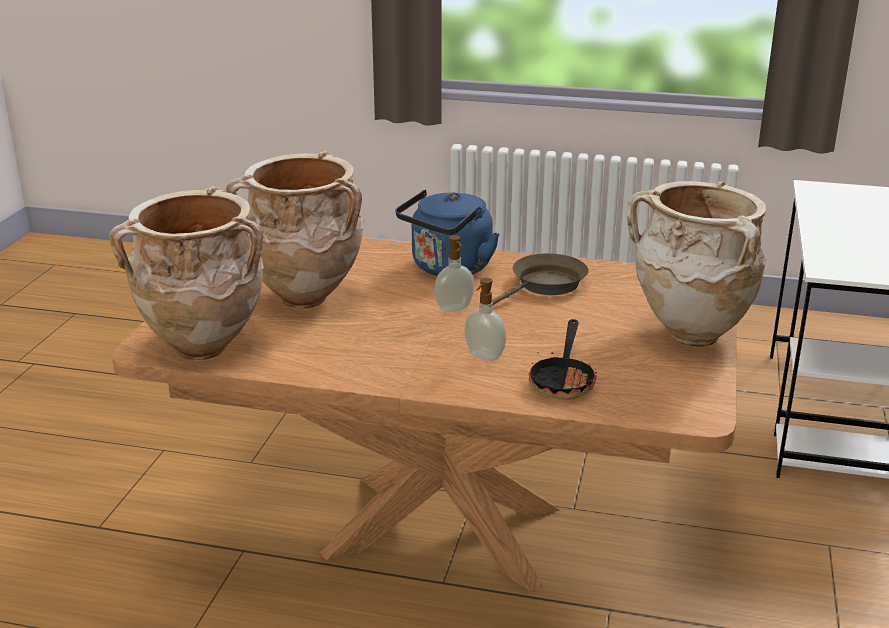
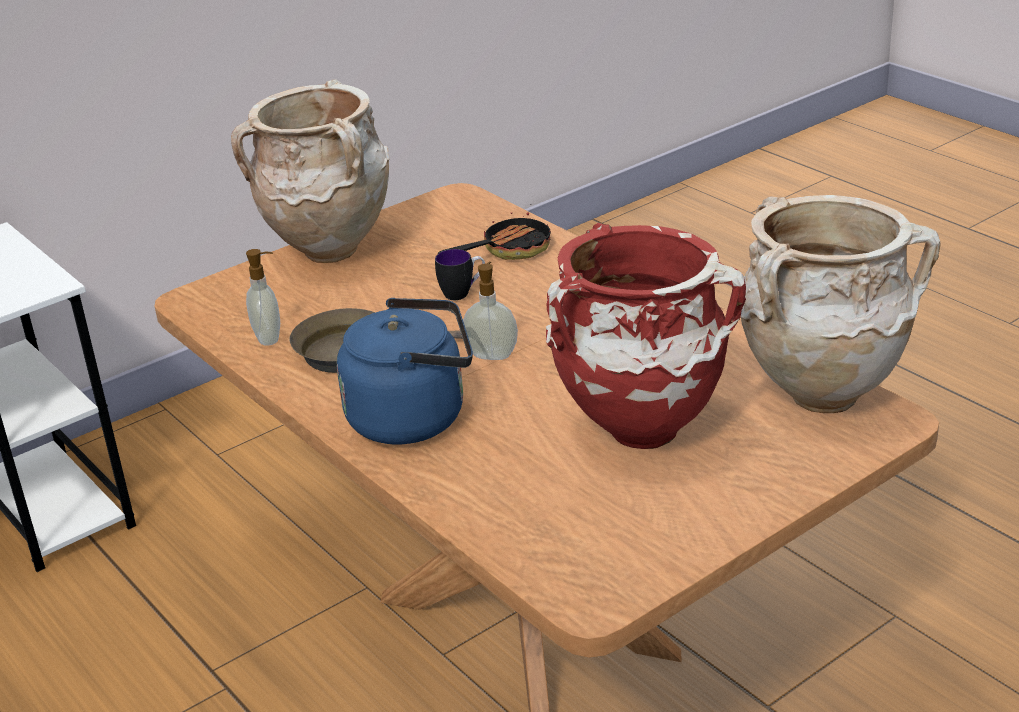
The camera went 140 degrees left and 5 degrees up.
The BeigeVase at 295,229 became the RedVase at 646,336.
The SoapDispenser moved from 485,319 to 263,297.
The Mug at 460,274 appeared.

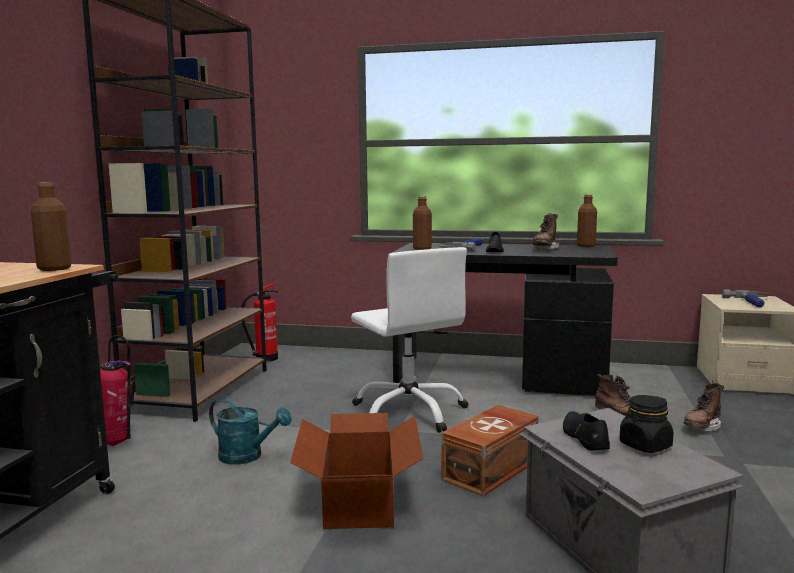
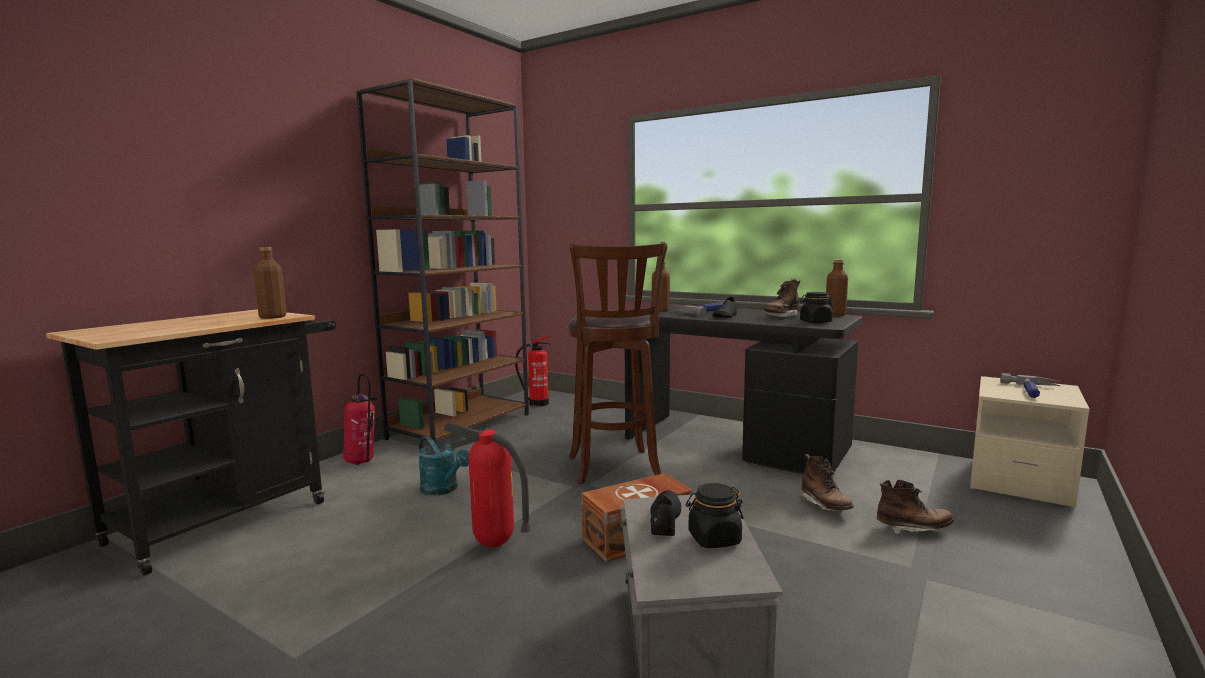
The camera went 20 degrees right and 0 degrees up.
The WhiteOfficeChair at 409,340 was replaced by the BrownStool at 617,363.
The BrownBoot at 703,406 turned 150 degrees counterclockwise.
The CardboardBox at 356,471 was replaced by the FireExtinguisher at 487,484.
The BlackJar at 816,307 appeared.

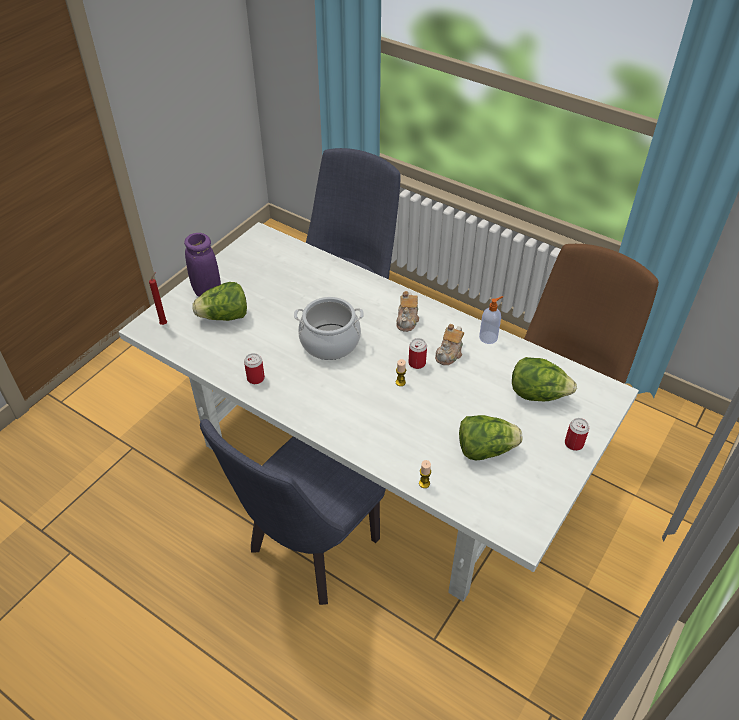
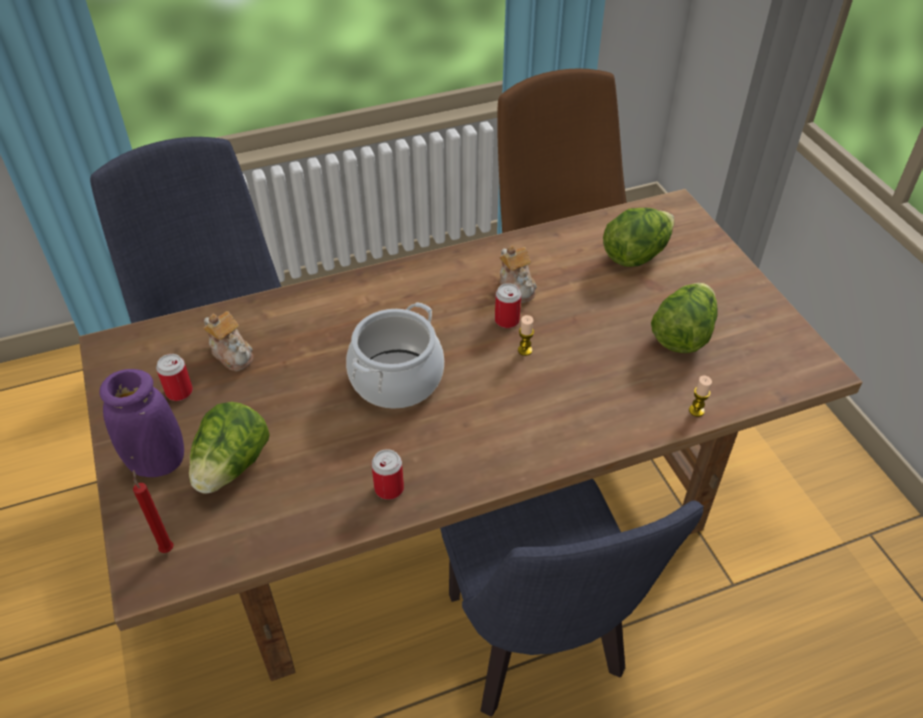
The camera went 55 degrees left and 0 degrees up.
The WhiteDiningTable at 379,412 became the BrownDiningTable at 471,435.
The Teapot moved from 408,311 to 228,341.
The SoapDispenser at 491,320 disappeared.
The Can moved from 577,434 to 174,377.

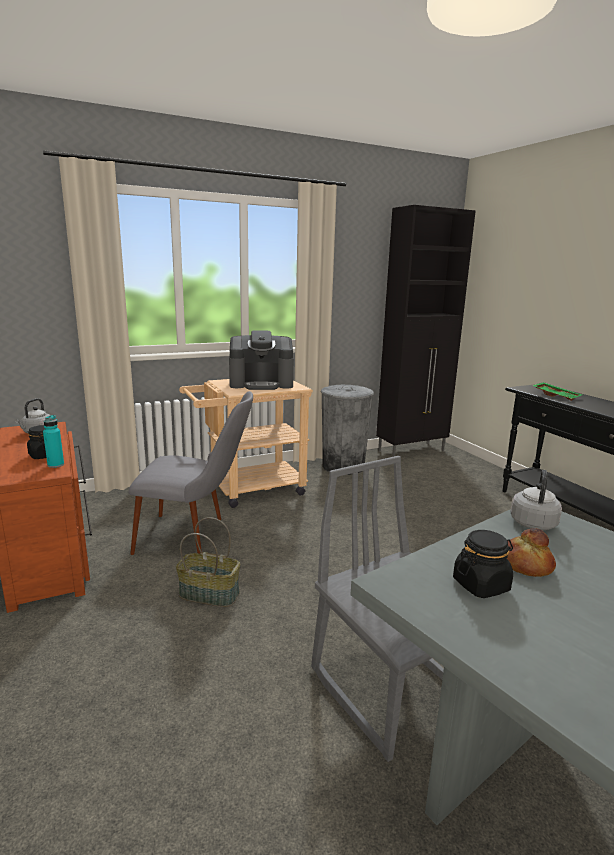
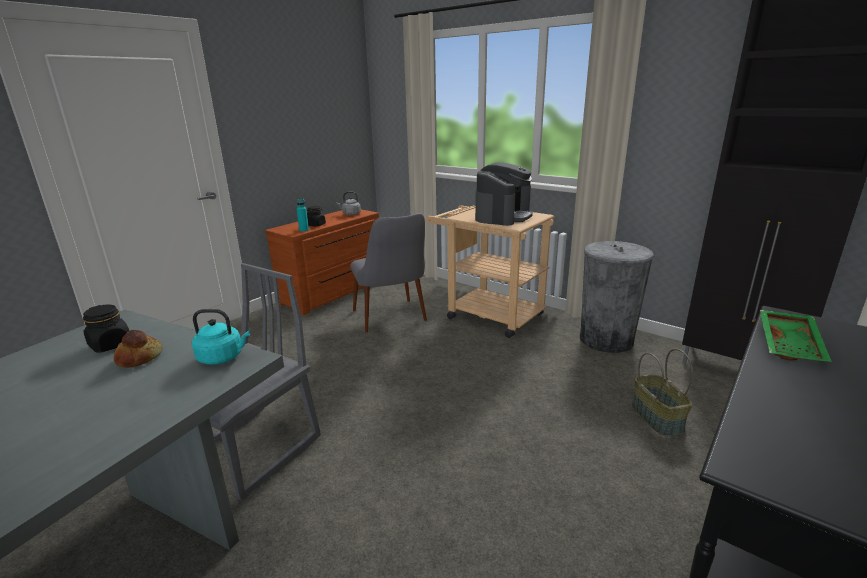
The camera went 65 degrees right and 5 degrees up.
The CoffeeMachine at 261,360 turned 120 degrees counterclockwise.
The GreyKettle at 536,500 became the TurquoiseKettle at 221,337.
The Basket moved from 208,562 to 662,392.

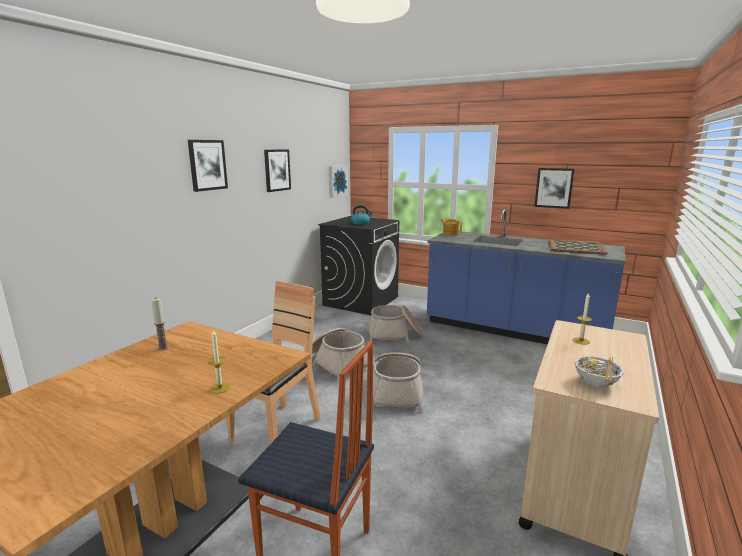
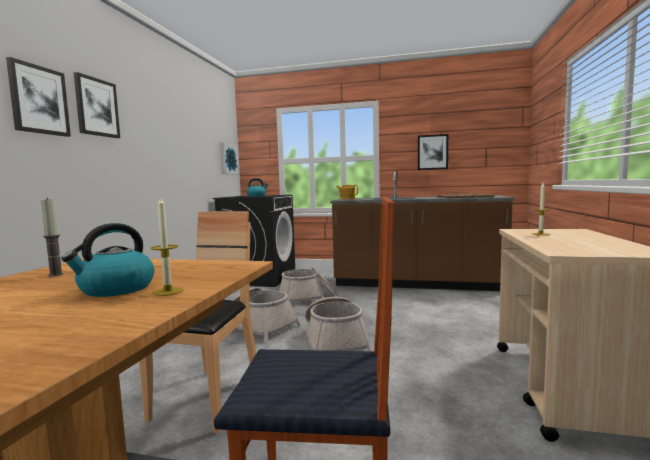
The camera went 15 degrees left and 10 degrees down.
The Picture moved from 277,170 to 38,97.
The BlueCounter at 526,276 became the BrownCounter at 422,231.
The Bowl at 599,371 disappeared.
The Kettle at 108,260 appeared.

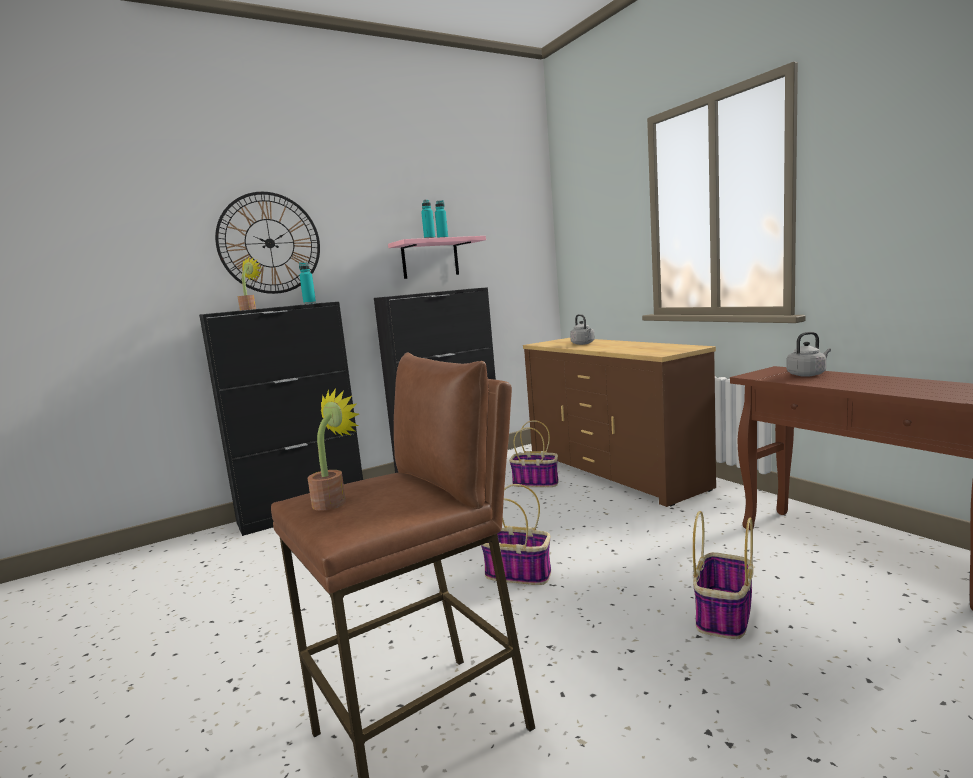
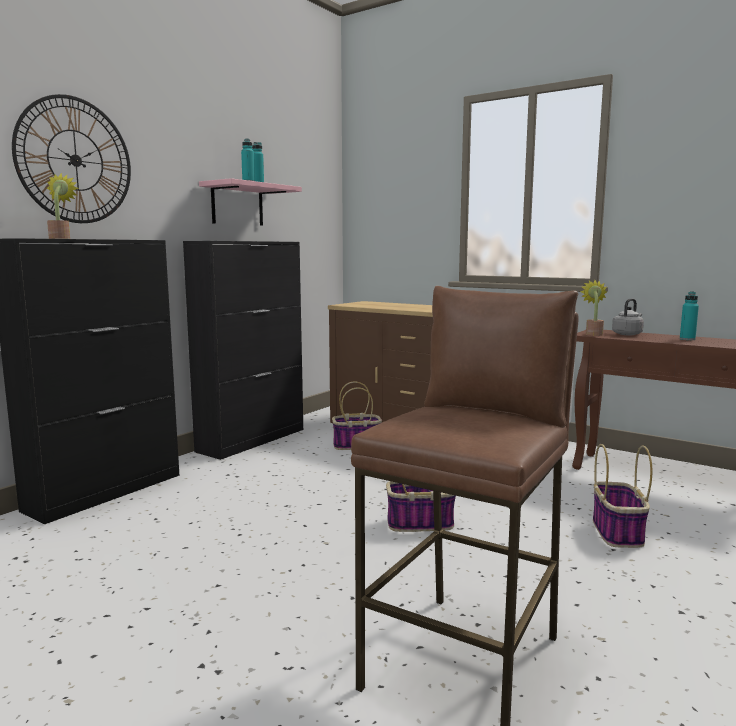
The camera went 25 degrees left and 0 degrees up.
The TurquoiseBottle moved from 307,283 to 689,316.
The GreyKettle at 582,329 disappeared.
The PottedPlant moved from 333,450 to 593,308.

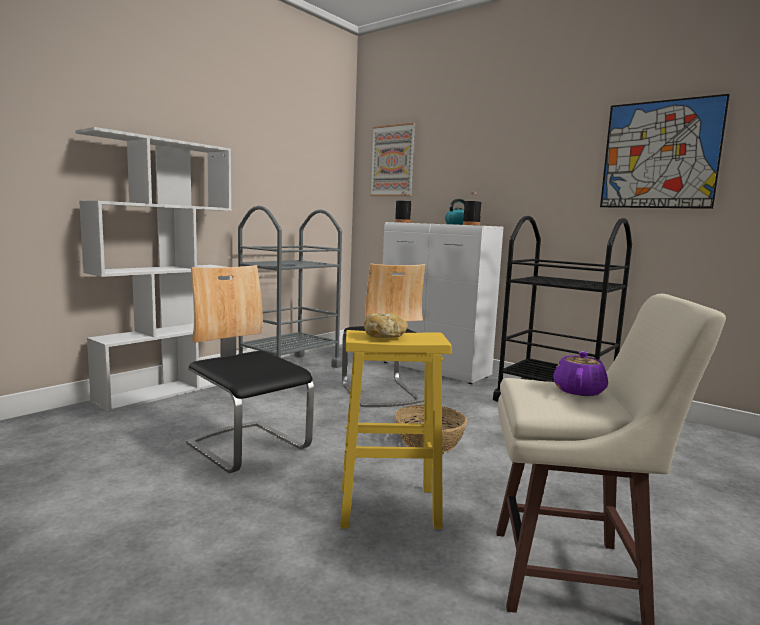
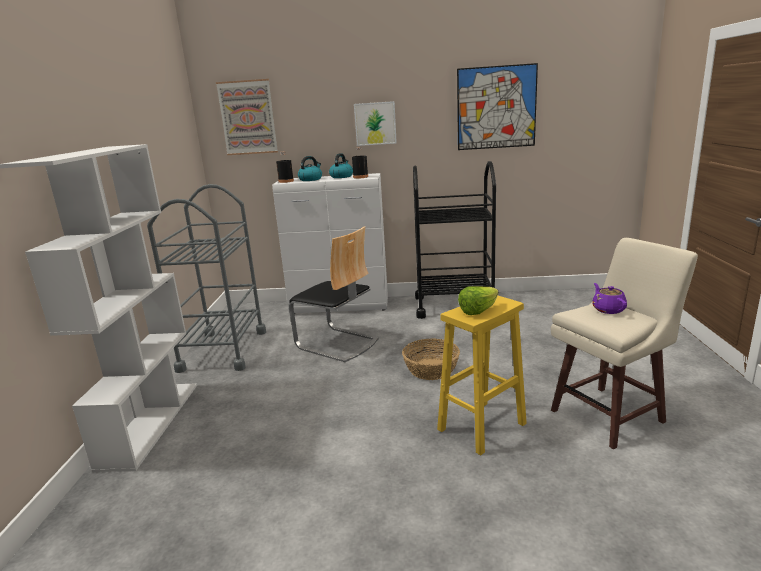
The camera went 35 degrees left and 10 degrees up.
The Chair at 250,369 disappeared.
The Bread at 386,325 was replaced by the Lettuce at 478,300.
The Picture at 375,123 appeared.
The Kettle at 310,168 appeared.

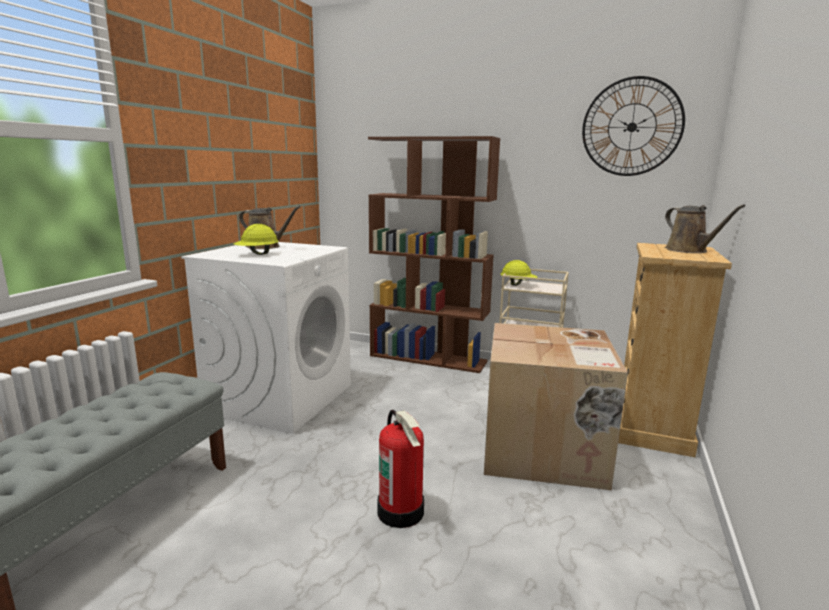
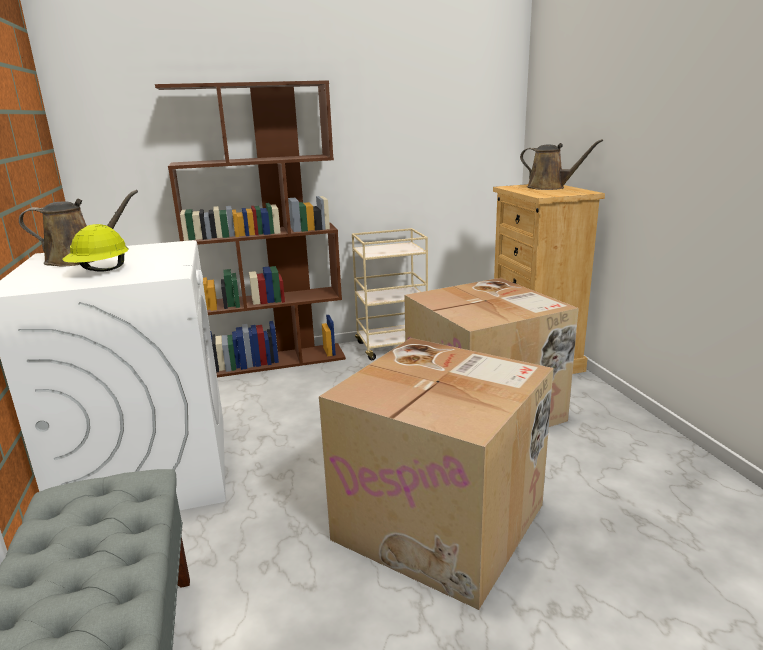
The camera went 35 degrees left and 5 degrees up.
The WallClock at 633,126 disappeared.
The YellowHardHat at 519,273 disappeared.
The FireExtinguisher at 400,469 was replaced by the CardboardBox at 436,474.

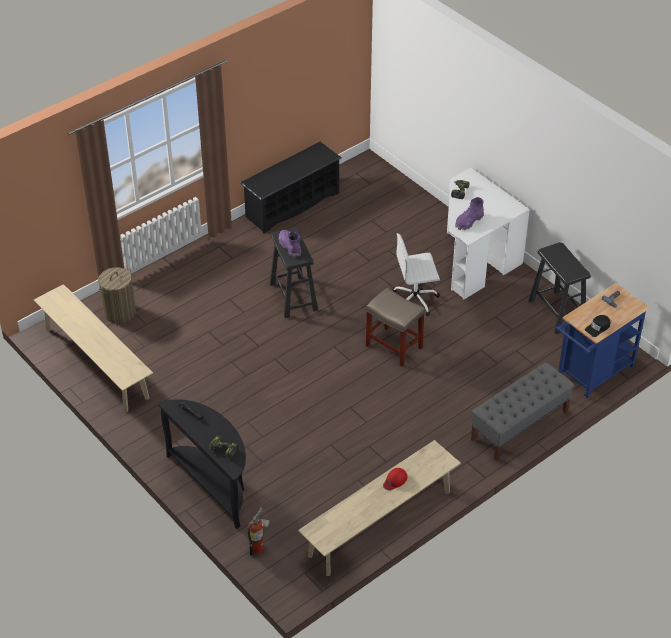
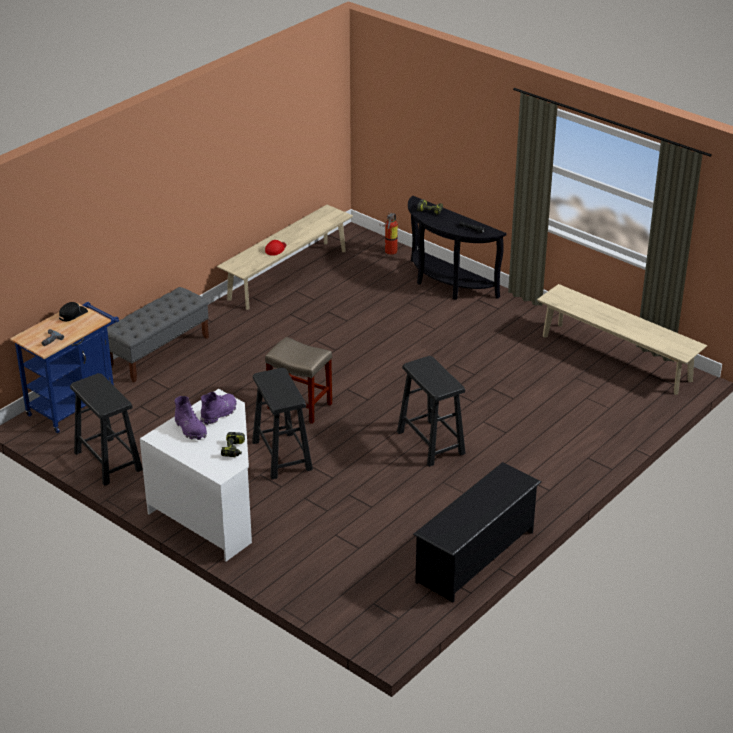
The camera went 170 degrees right and 10 degrees down.
The PurpleBoot moved from 289,244 to 190,418.
The WhiteOfficeChair at 416,274 was replaced by the BlackStool at 282,423.
The LaundryBasket at 117,295 disappeared.

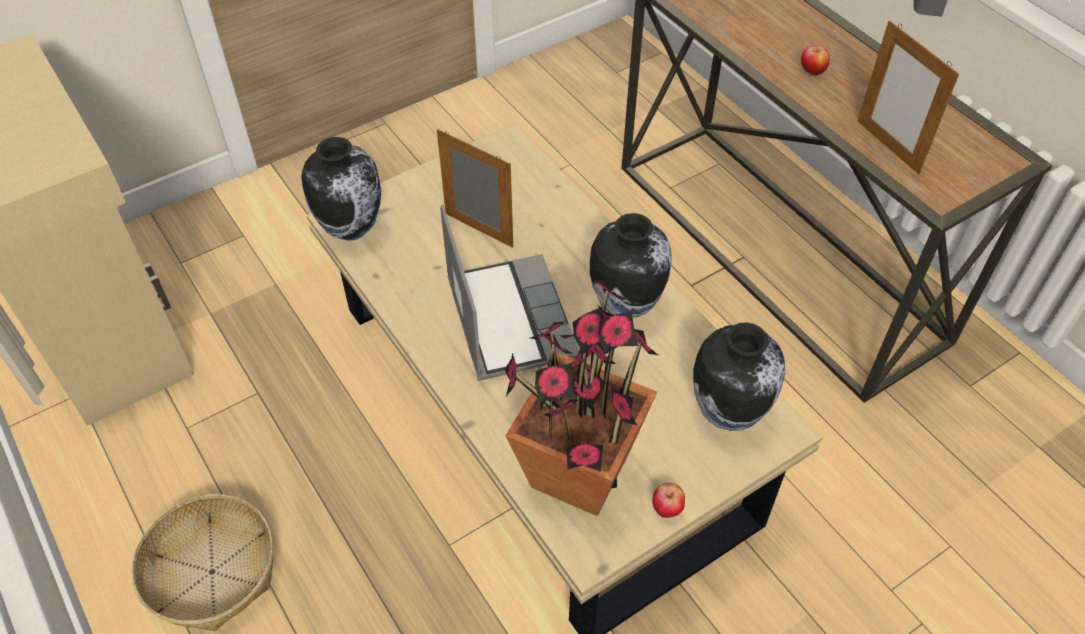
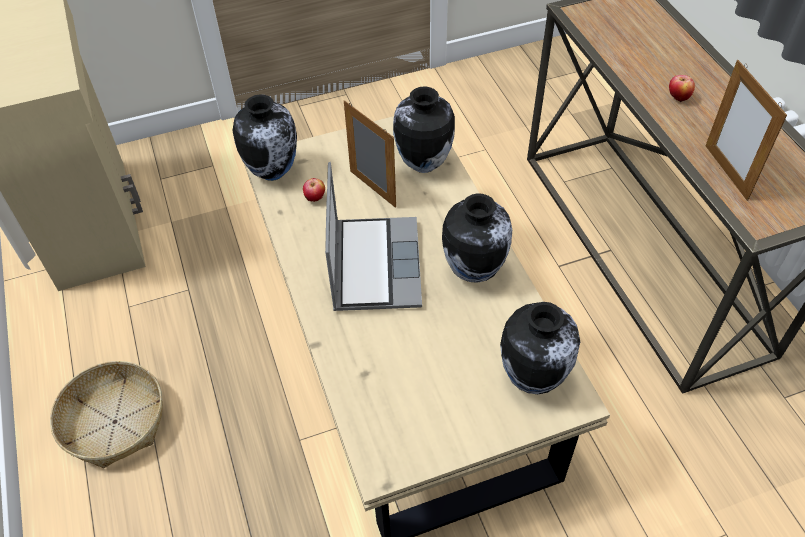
The camera went 15 degrees right and 0 degrees up.
The PottedPlant at 581,398 disappeared.
The Apple moved from 668,500 to 314,190.
The Vase at 424,129 appeared.

